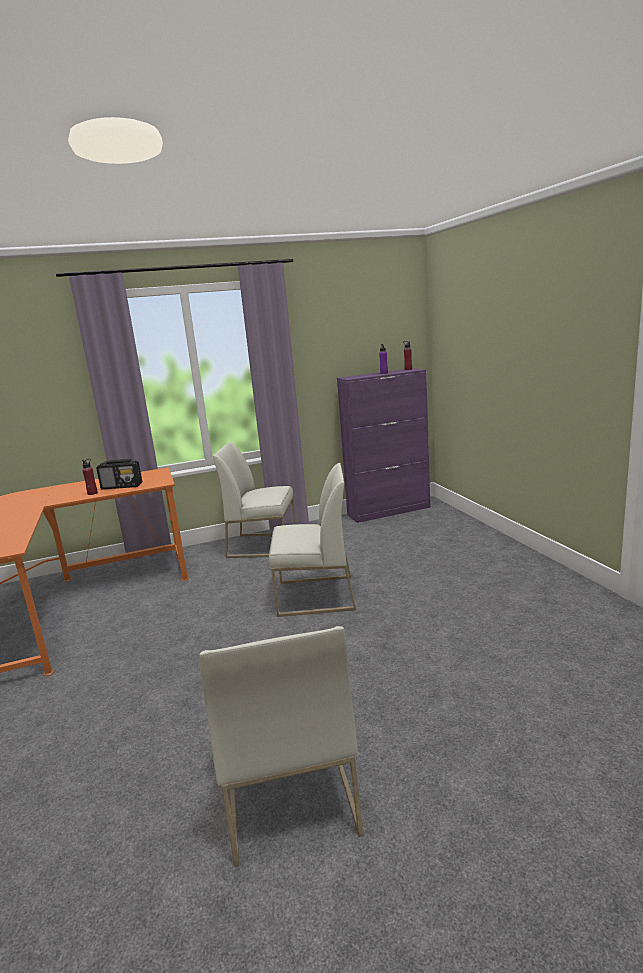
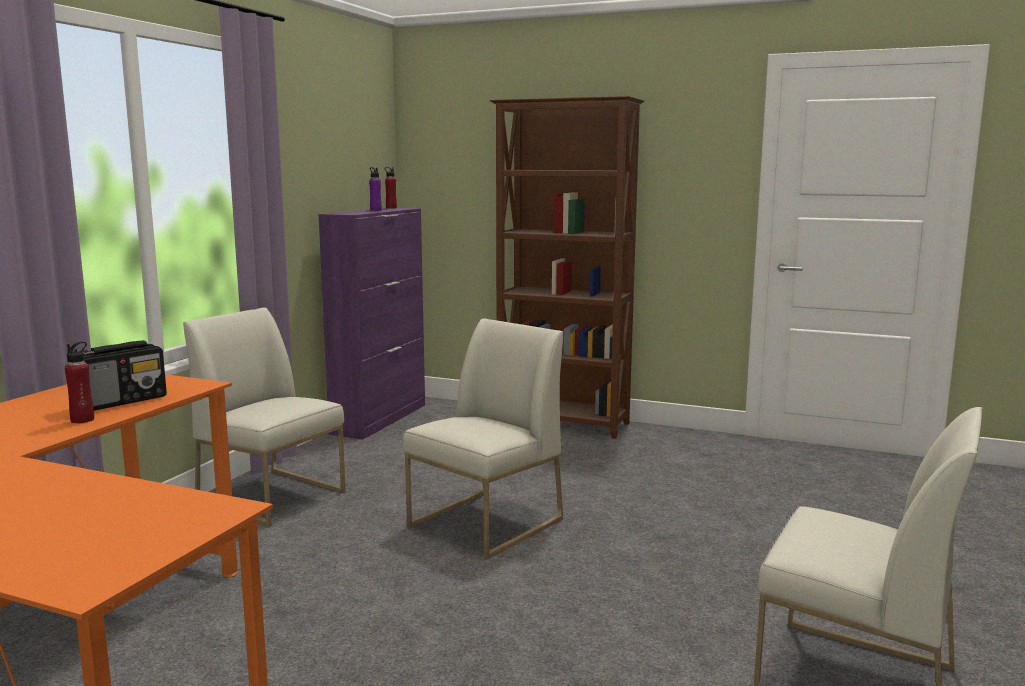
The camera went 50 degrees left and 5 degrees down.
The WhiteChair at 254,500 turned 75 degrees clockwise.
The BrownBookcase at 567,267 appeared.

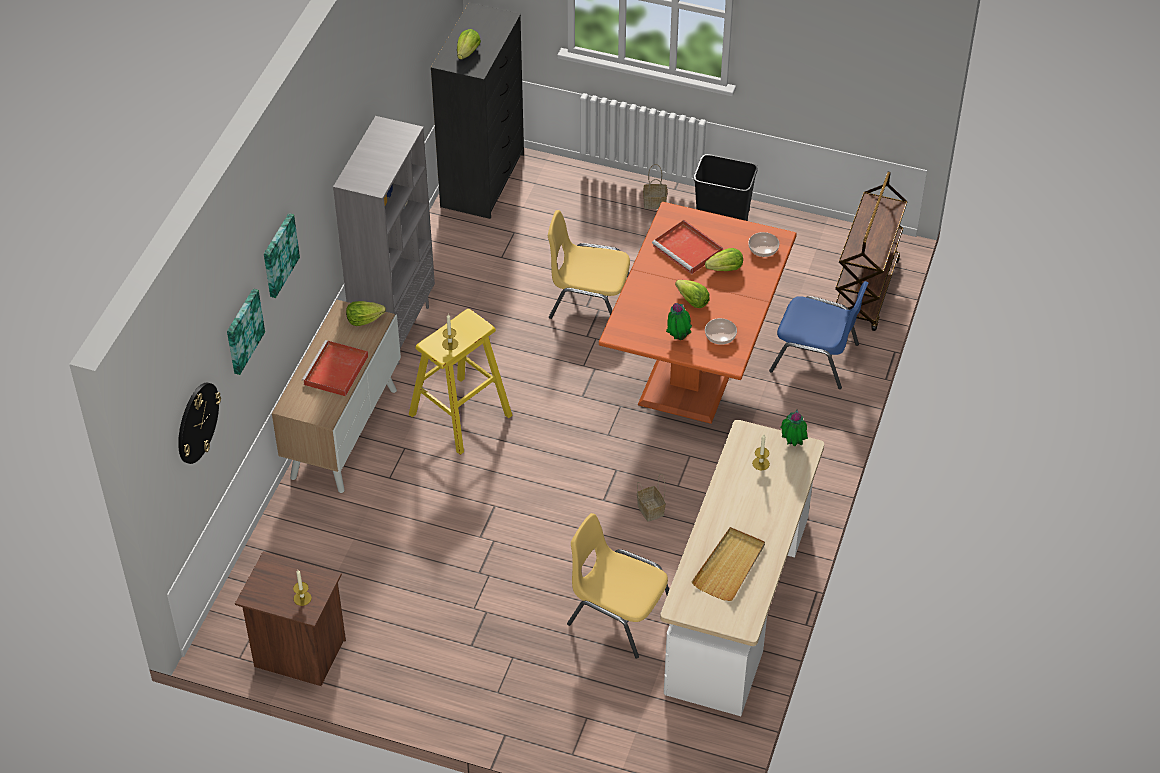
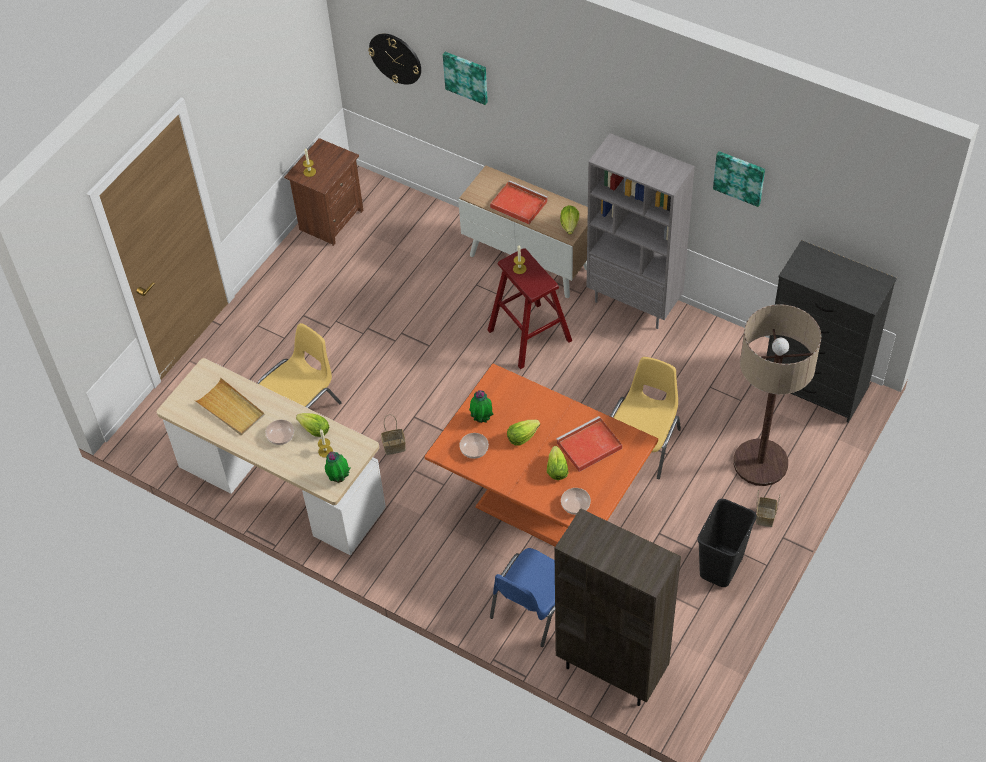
The camera went 105 degrees right and 5 degrees up.
The Lettuce moved from 469,44 to 312,425.
The BrownCart at 871,251 was replaced by the BrownBookcase at 617,607.
The Picture moved from 282,255 to 739,179.
The YellowStool at 460,382 became the RedStool at 530,308.
The FloorLamp at 777,395 appeared.
The Bowl at 279,432 appeared.

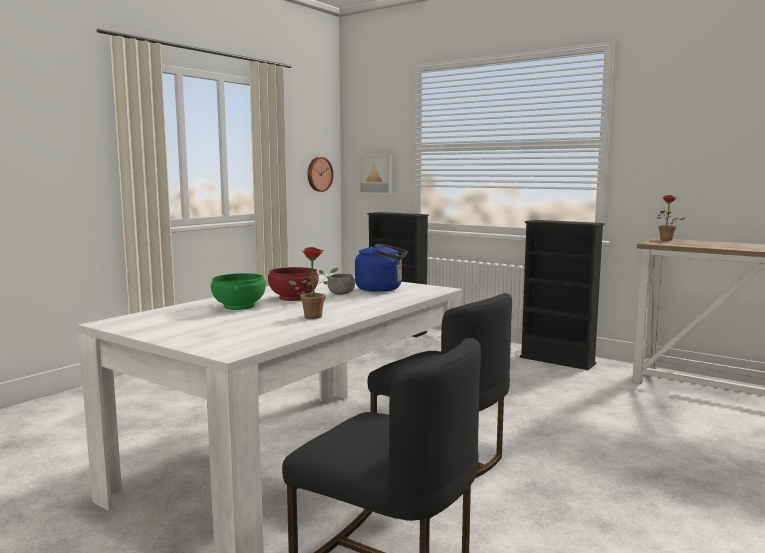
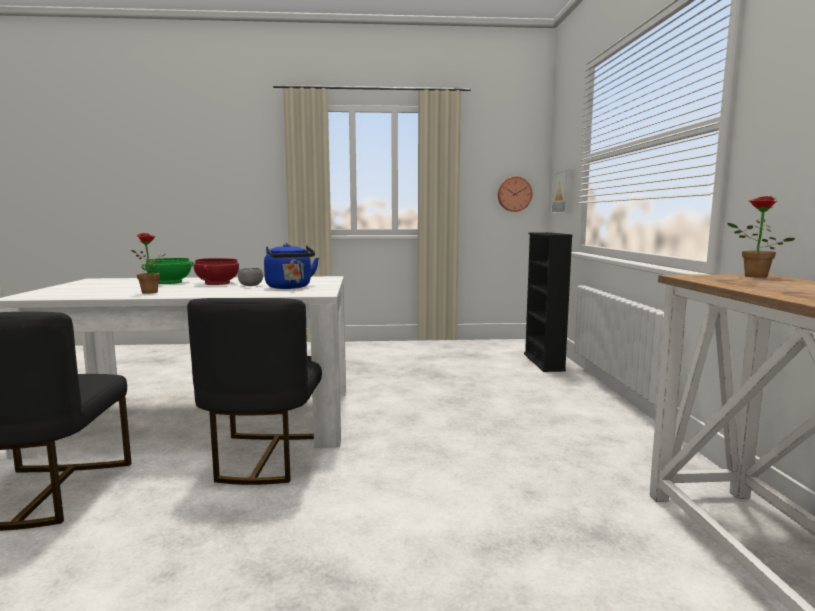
The camera went 50 degrees right and 0 degrees up.
The BlackBookcase at 562,295 disappeared.

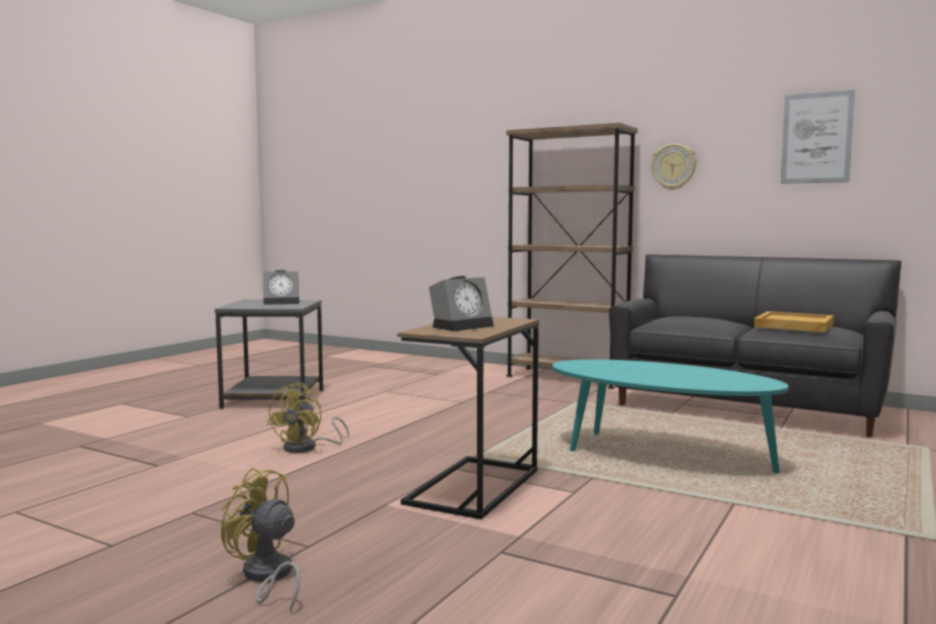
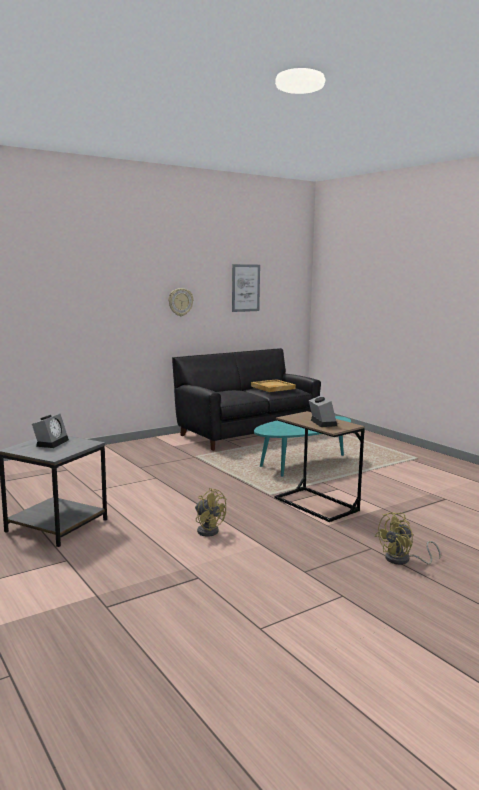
The camera went 65 degrees left and 5 degrees up.
The BrownBookcase at 572,256 disappeared.

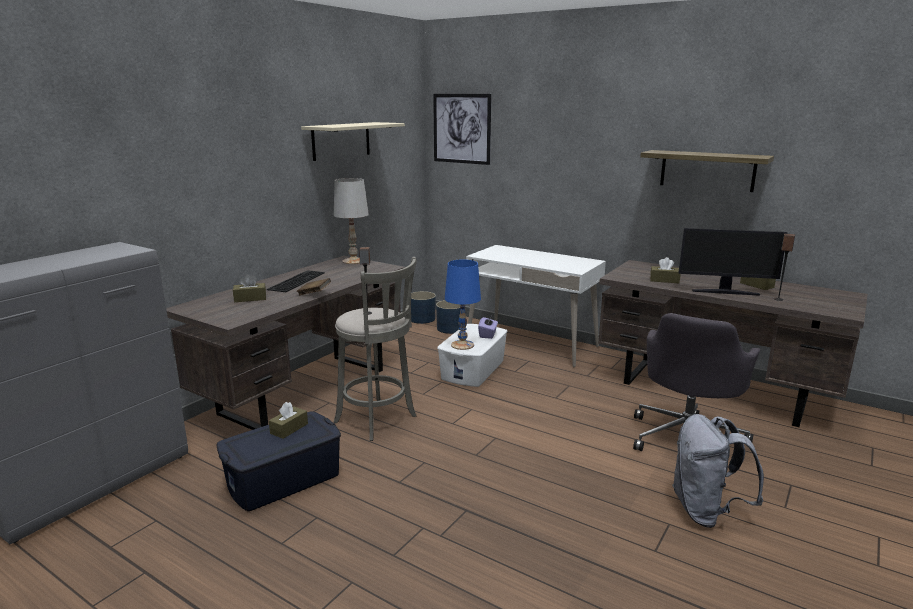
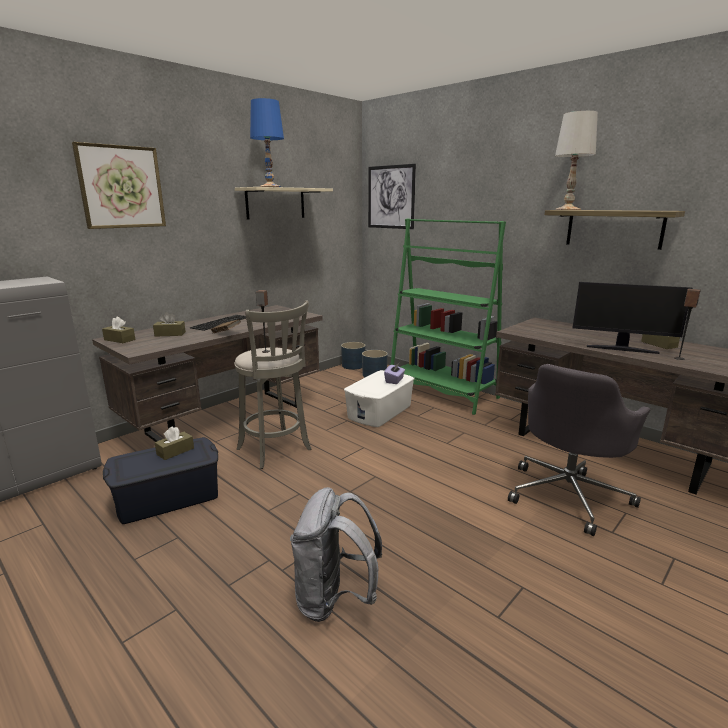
The camera went 10 degrees right and 0 degrees up.
The WhiteTableLamp moved from 351,221 to 576,160.
The WhiteDesk at 536,306 was replaced by the GreenBookcase at 448,317.
The BrownTissueBox moved from 665,270 to 118,330.
The BlueTableLamp moved from 463,304 to 267,142.
The GreyBackpack moved from 718,471 to 336,554.
The Picture at 119,185 appeared.

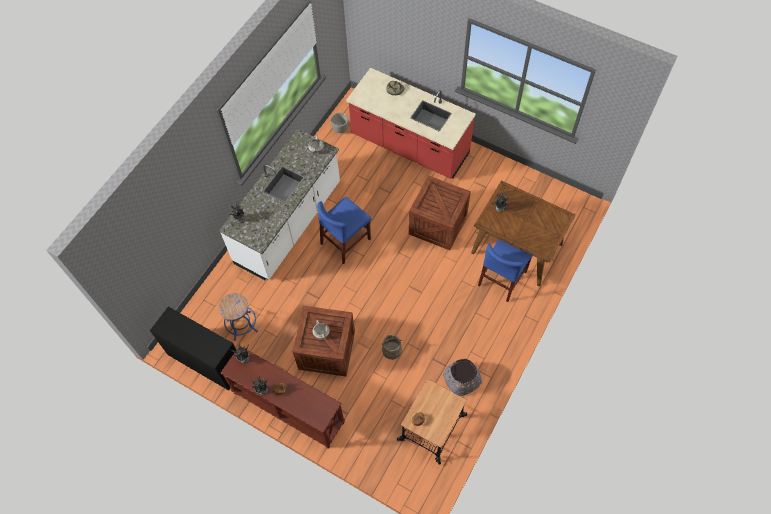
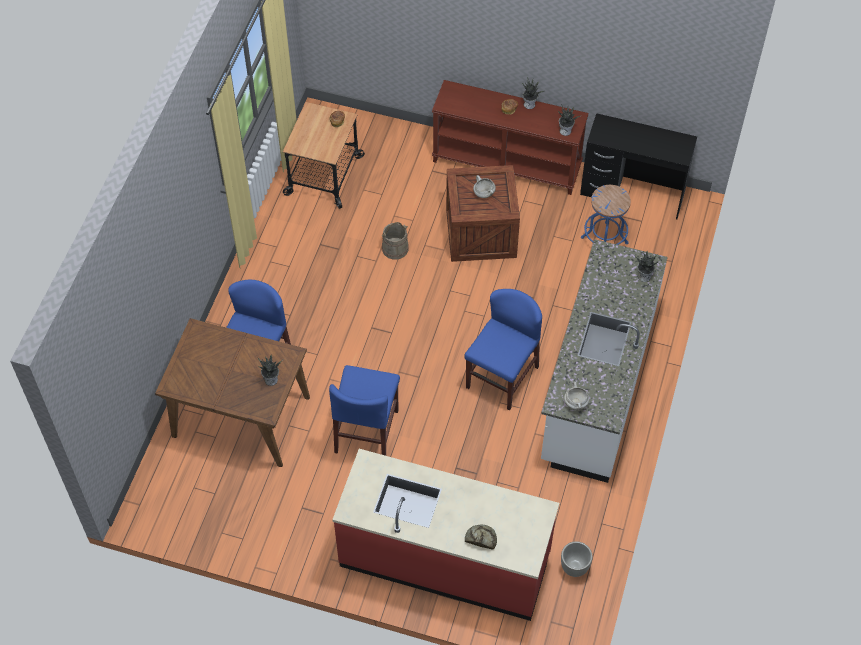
The camera went 165 degrees right and 5 degrees down.
The Crate at 440,212 was replaced by the BlueChair at 364,410.
The GreyPlanter at 462,377 disappeared.

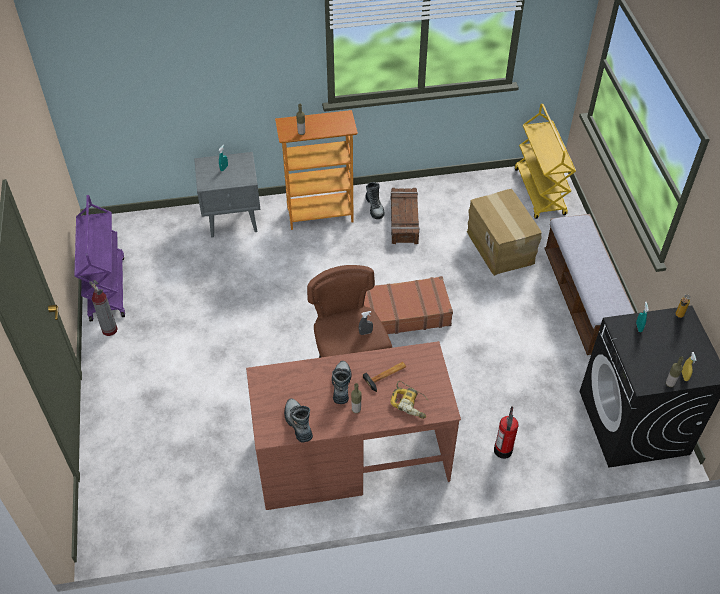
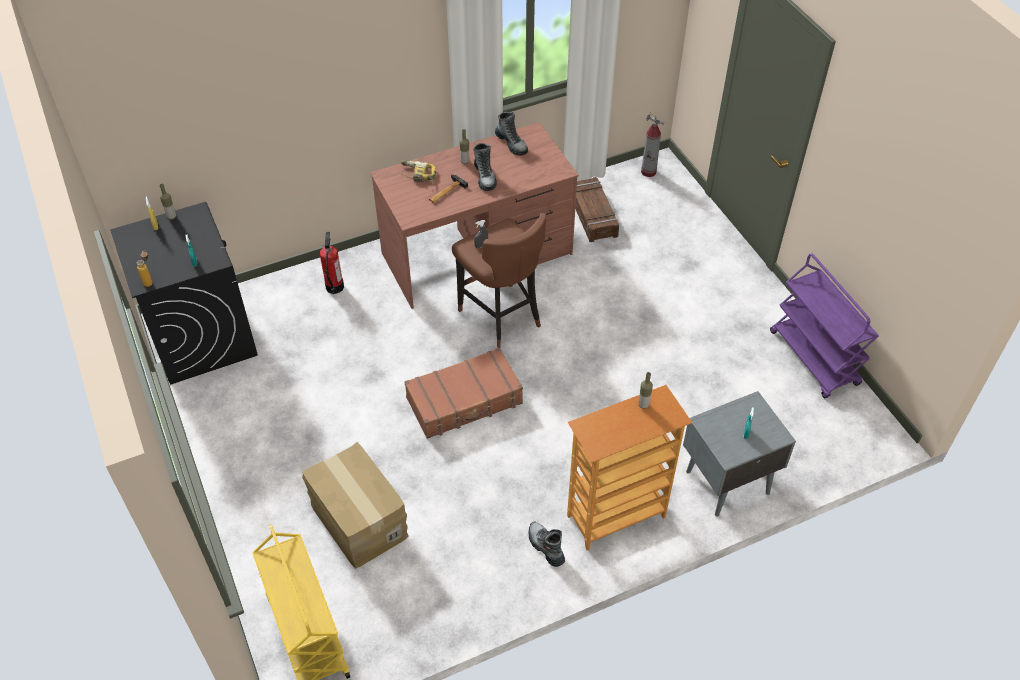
The camera went 165 degrees right and 0 degrees up.
The Crate moved from 405,216 to 597,209.
The Bench at 589,284 disappeared.
The FireExtinguisher moved from 103,308 to 652,144.

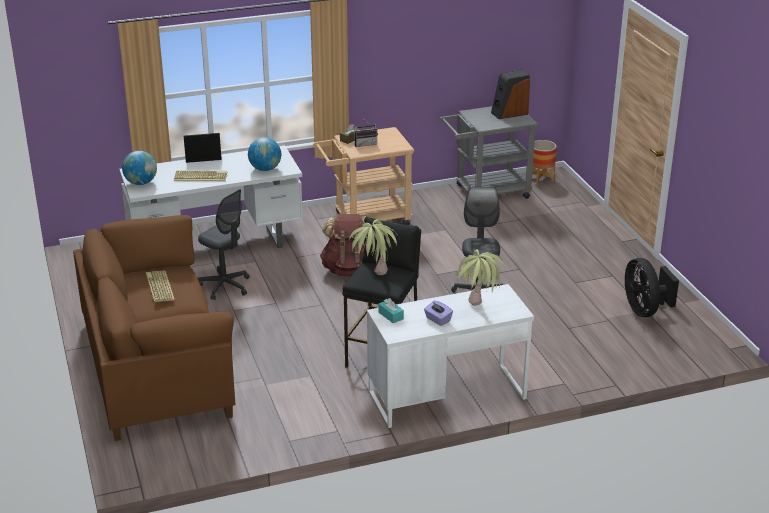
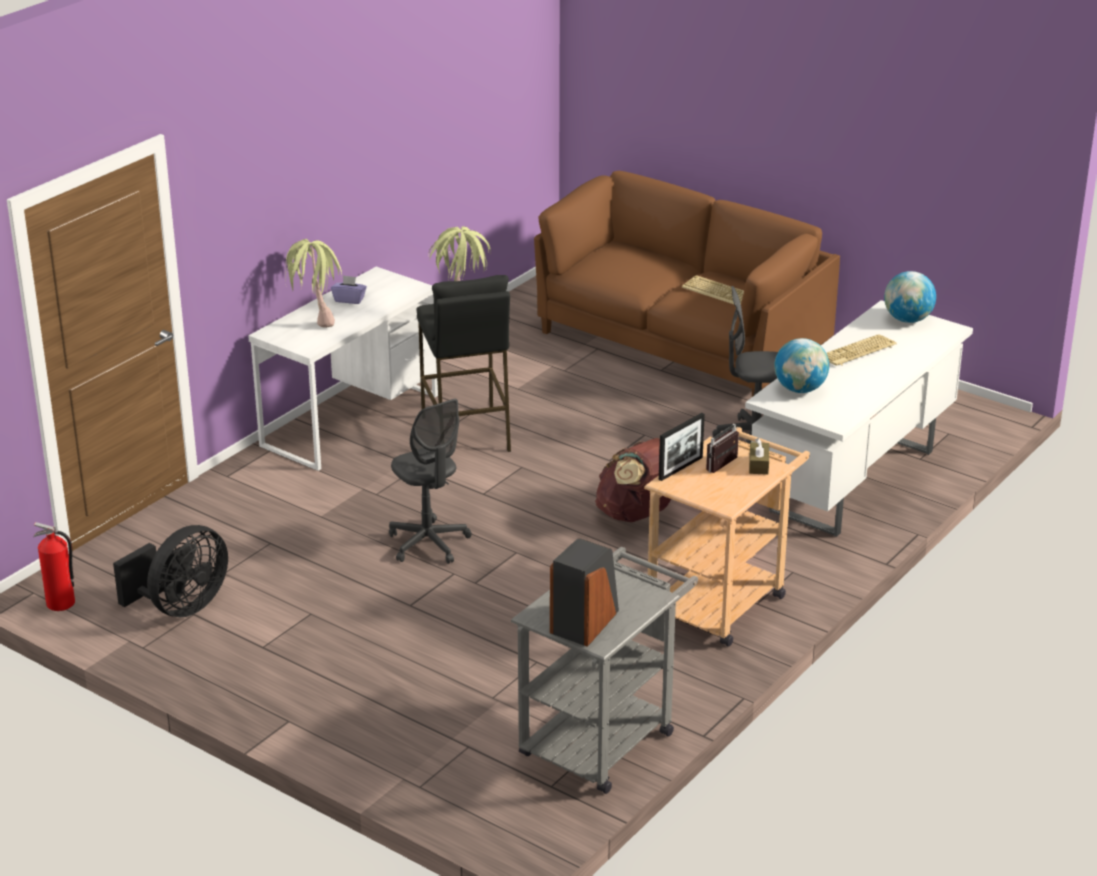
The camera went 145 degrees right and 0 degrees up.
The PictureFrame moved from 203,148 to 682,447.
The Planter at 544,162 disappeared.
The BlackFan at 652,287 turned 90 degrees clockwise.
The TurquoiseTissueBox at 391,310 disappeared.
The FireExtinguisher at 54,566 appeared.

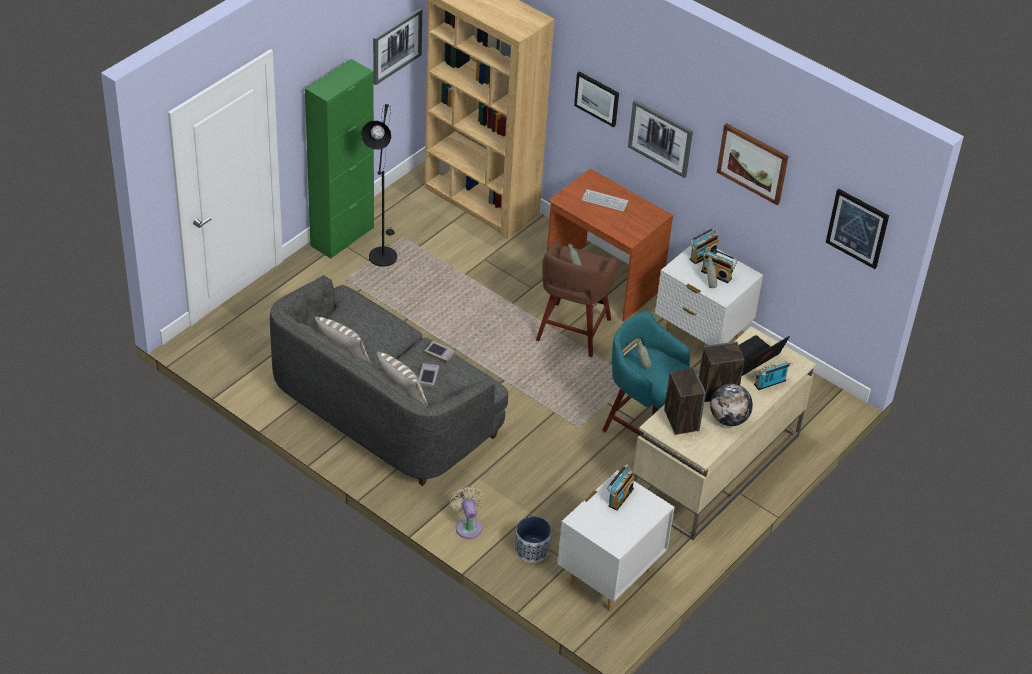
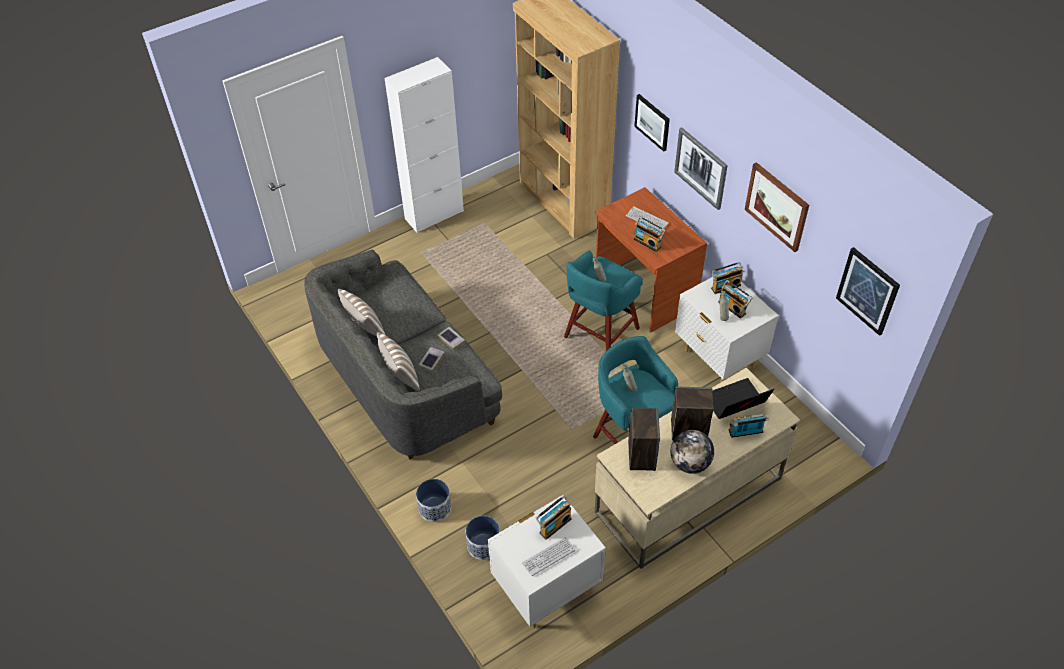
The camera went 20 degrees right and 5 degrees up.
The Picture at 397,46 disappeared.
The GreenCabinet at 339,159 became the WhiteCabinet at 424,145.
The BlackFloorLamp at 379,185 disappeared.
The BrownStool at 577,299 became the TurquoiseStool at 603,301.
The BeigeFan at 467,512 was replaced by the Planter at 433,500.
The Radio at 649,234 appeared.
The Keyboard at 549,556 appeared.

